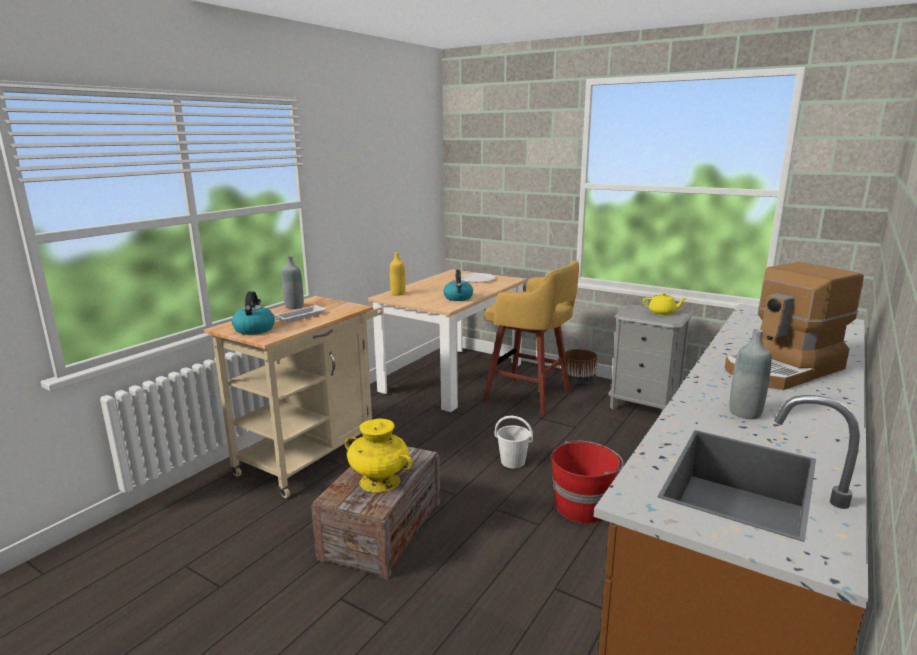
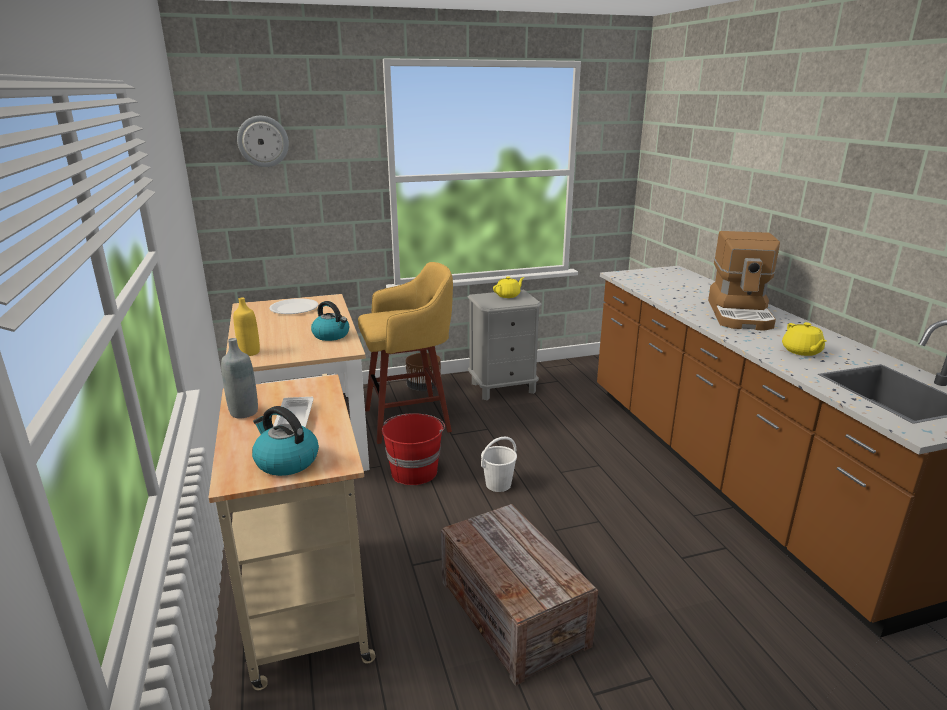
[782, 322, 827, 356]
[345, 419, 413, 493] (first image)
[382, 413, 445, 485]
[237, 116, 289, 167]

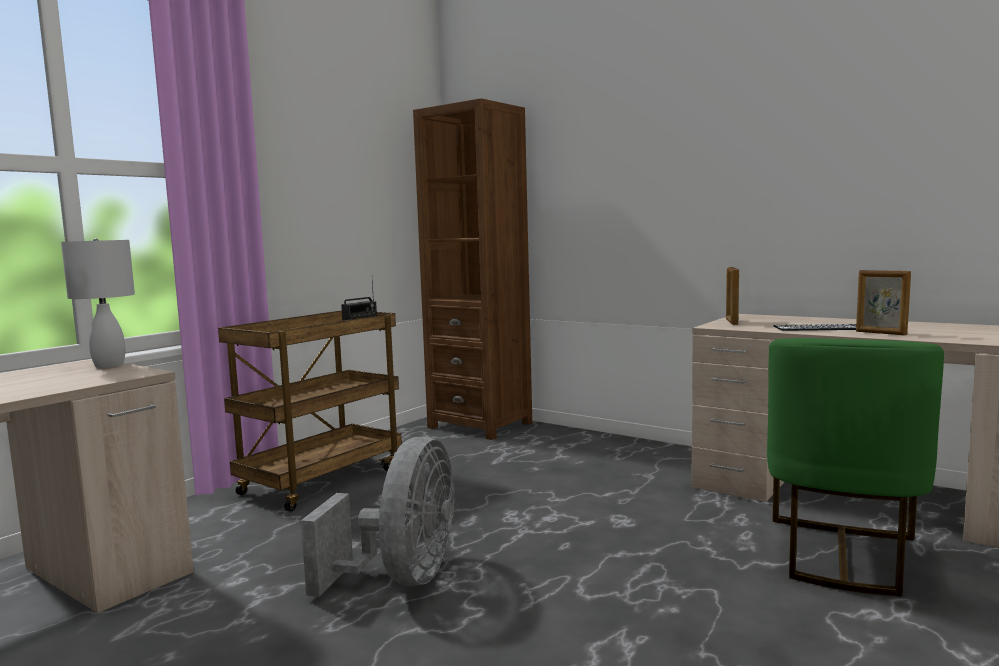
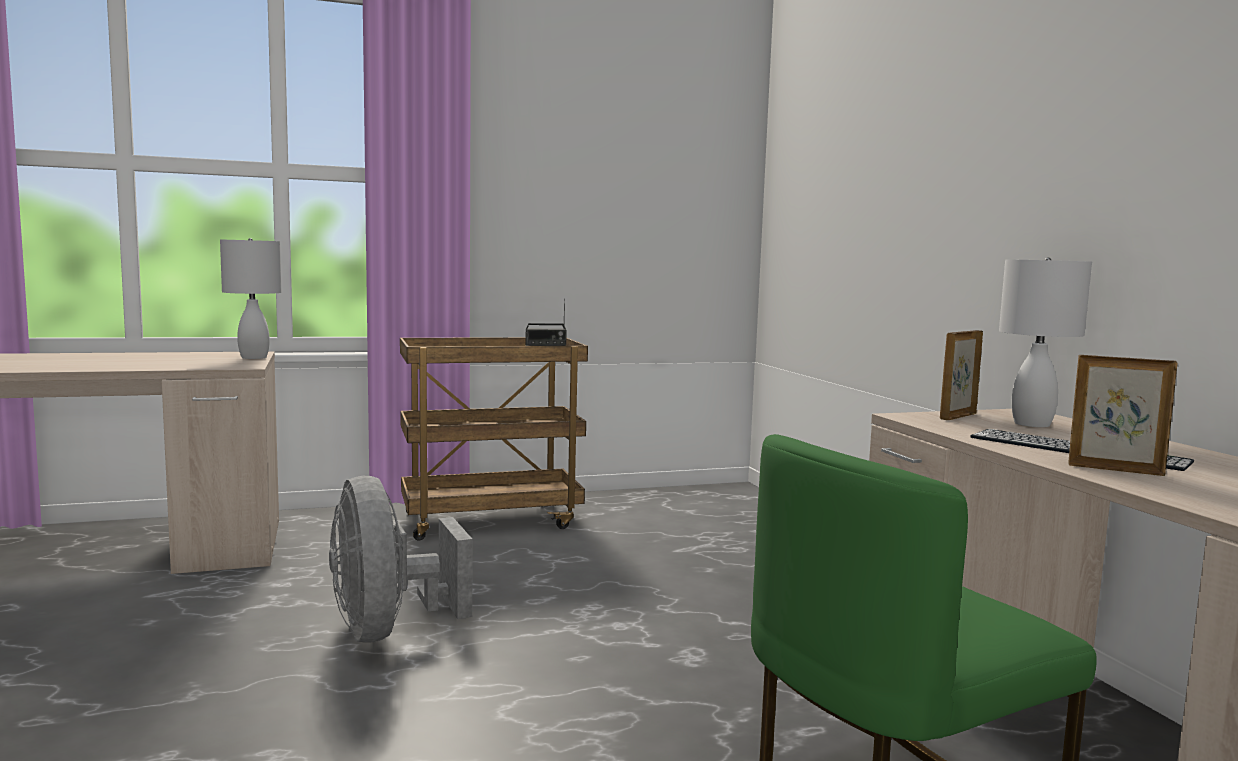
[413, 98, 532, 440] (first image)
[1068, 355, 1177, 476]
[329, 476, 473, 643]
[999, 258, 1092, 427]

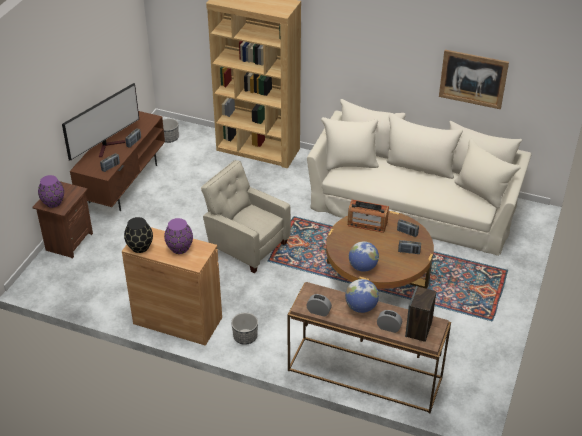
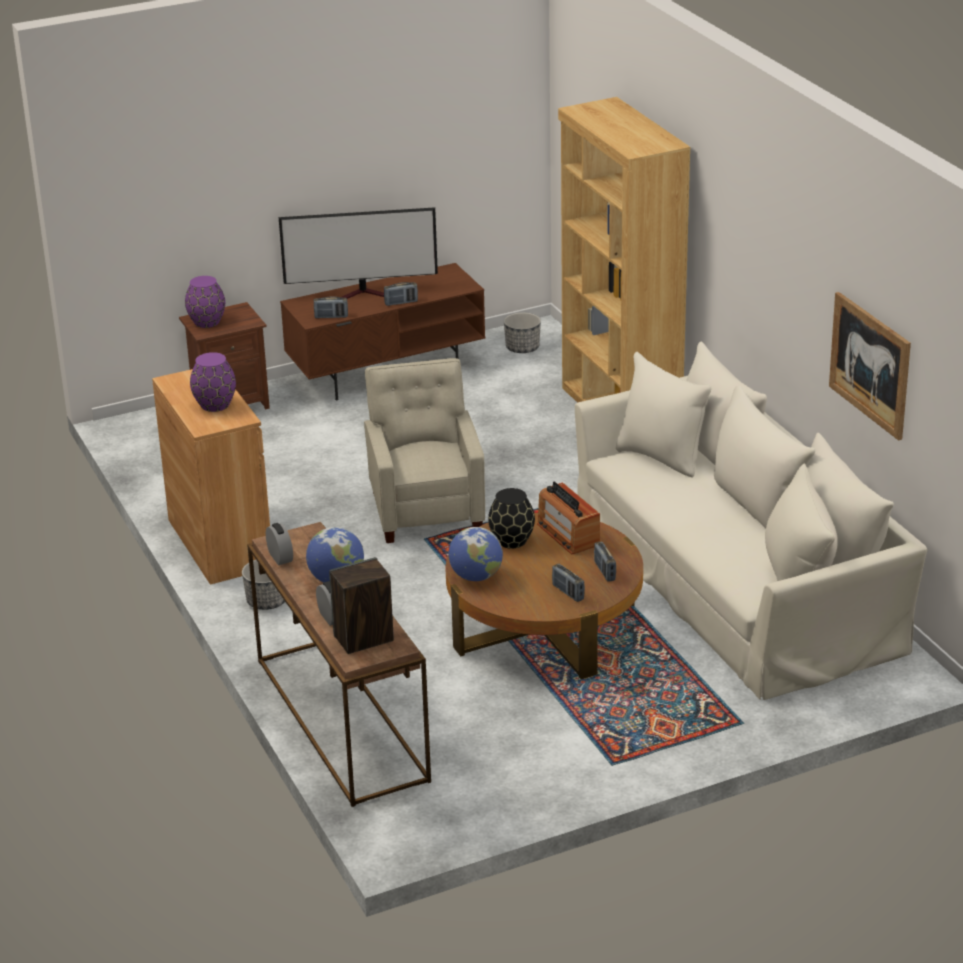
[488, 488, 535, 549]

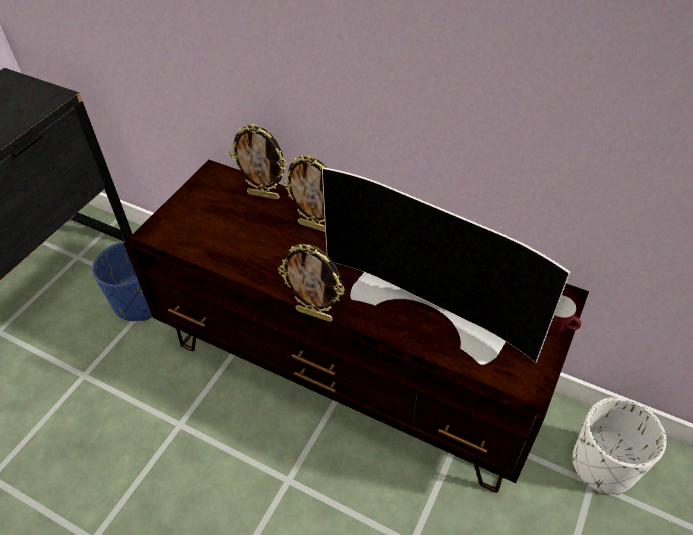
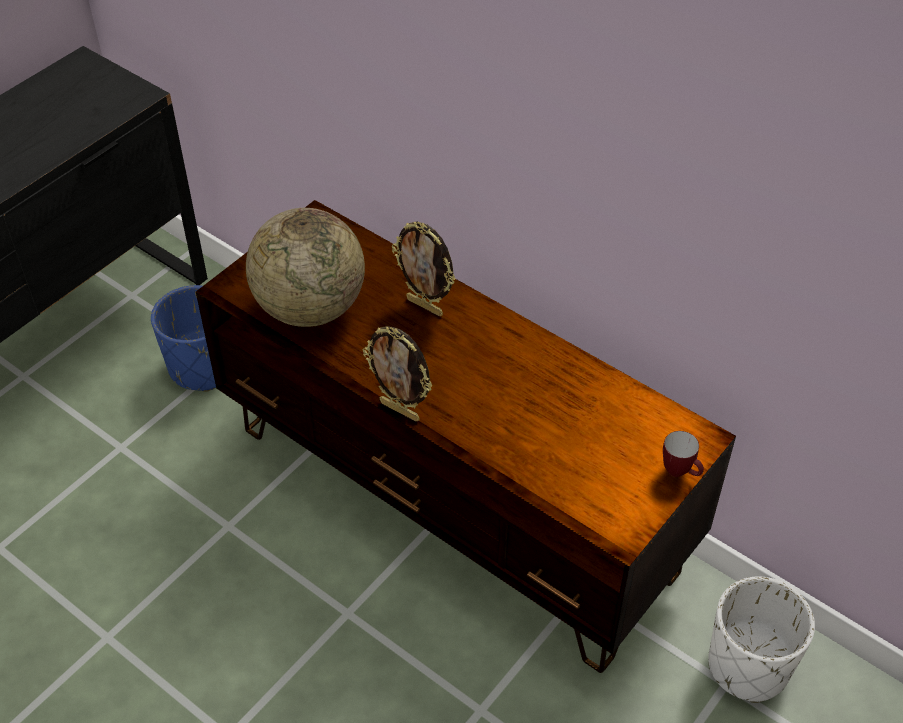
[229, 124, 287, 200] (first image)
[322, 167, 570, 365] (first image)
[246, 208, 365, 327]

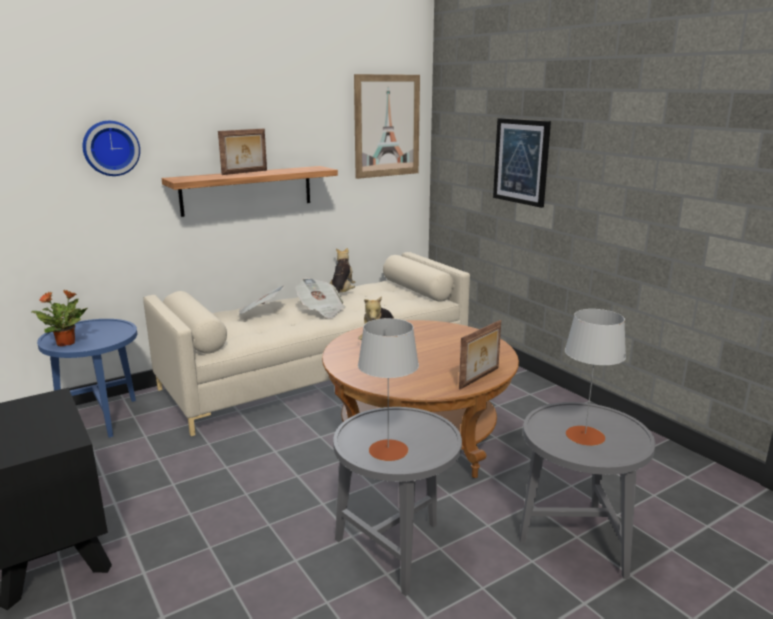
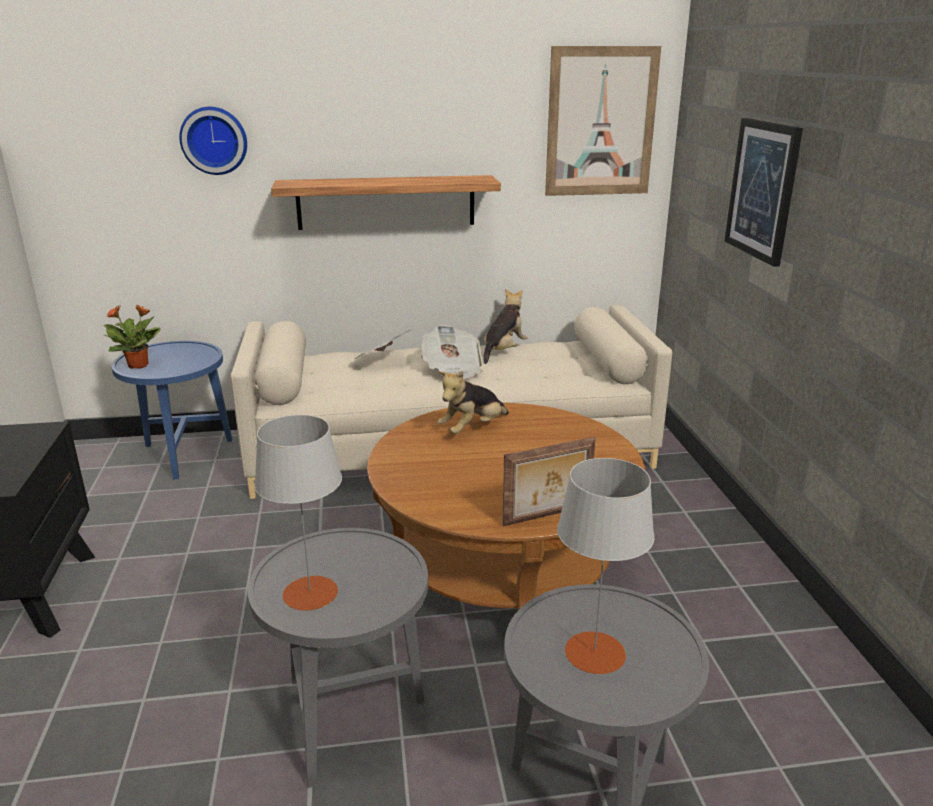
[218, 129, 267, 175] (first image)

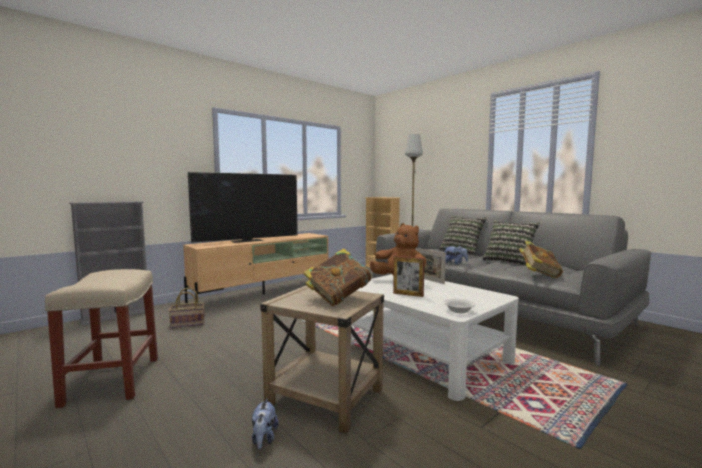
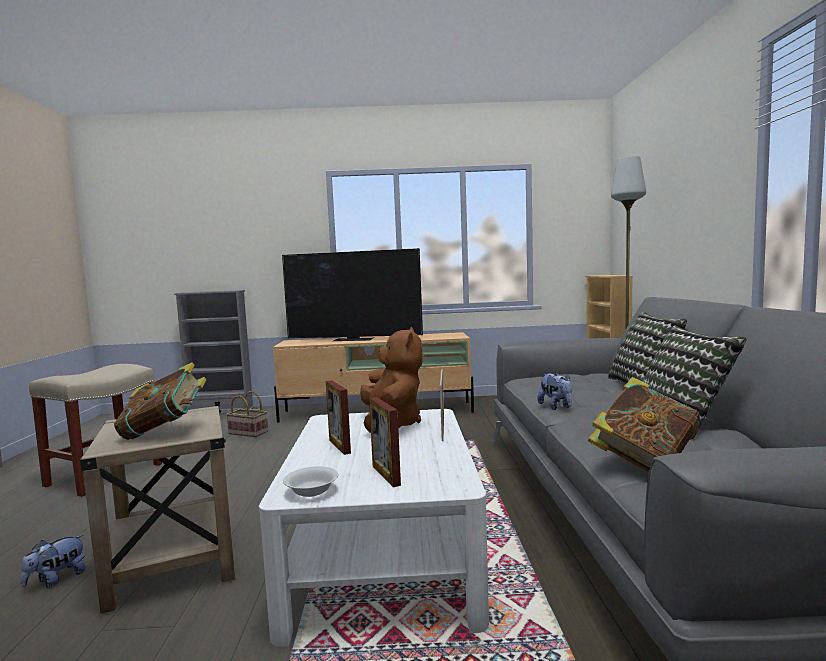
[369, 397, 401, 487]

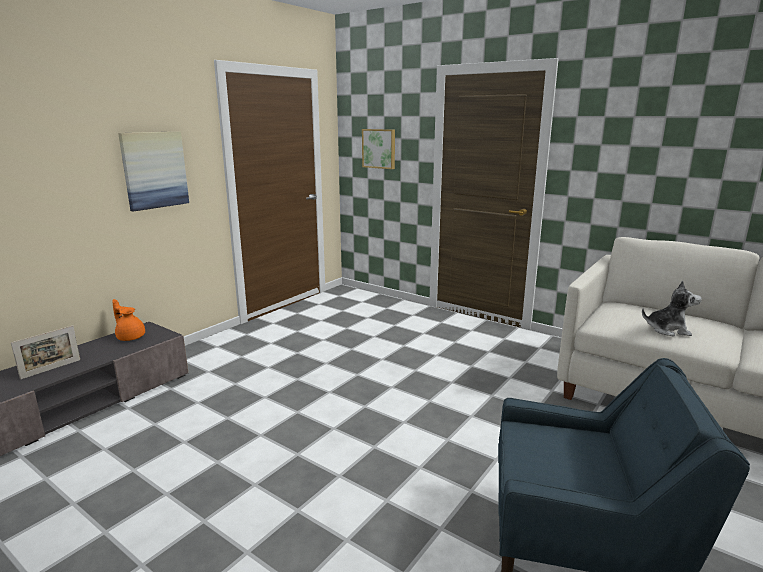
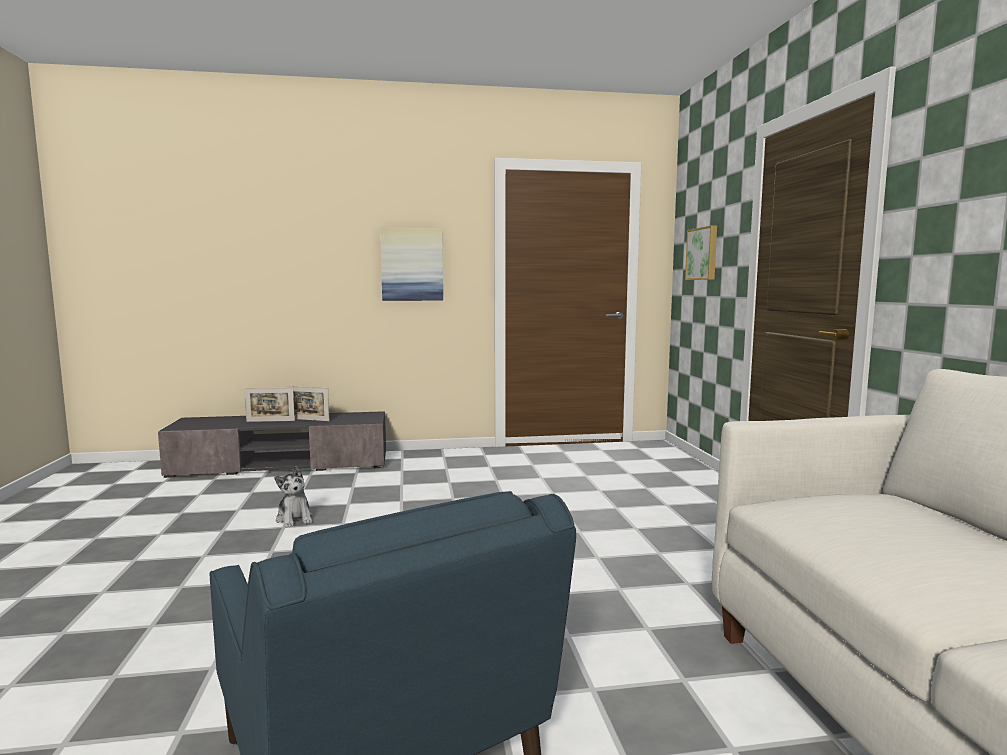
[274, 466, 313, 528]
[112, 299, 145, 341] (first image)
[286, 386, 330, 421]

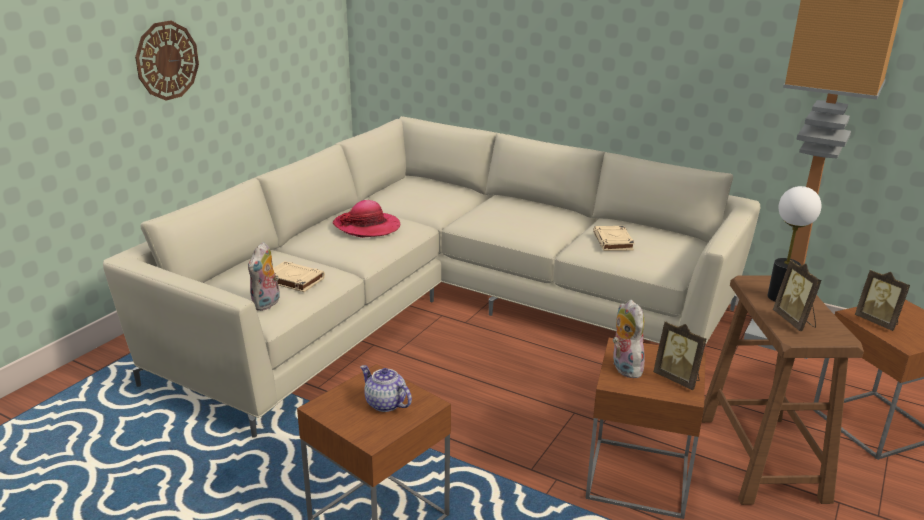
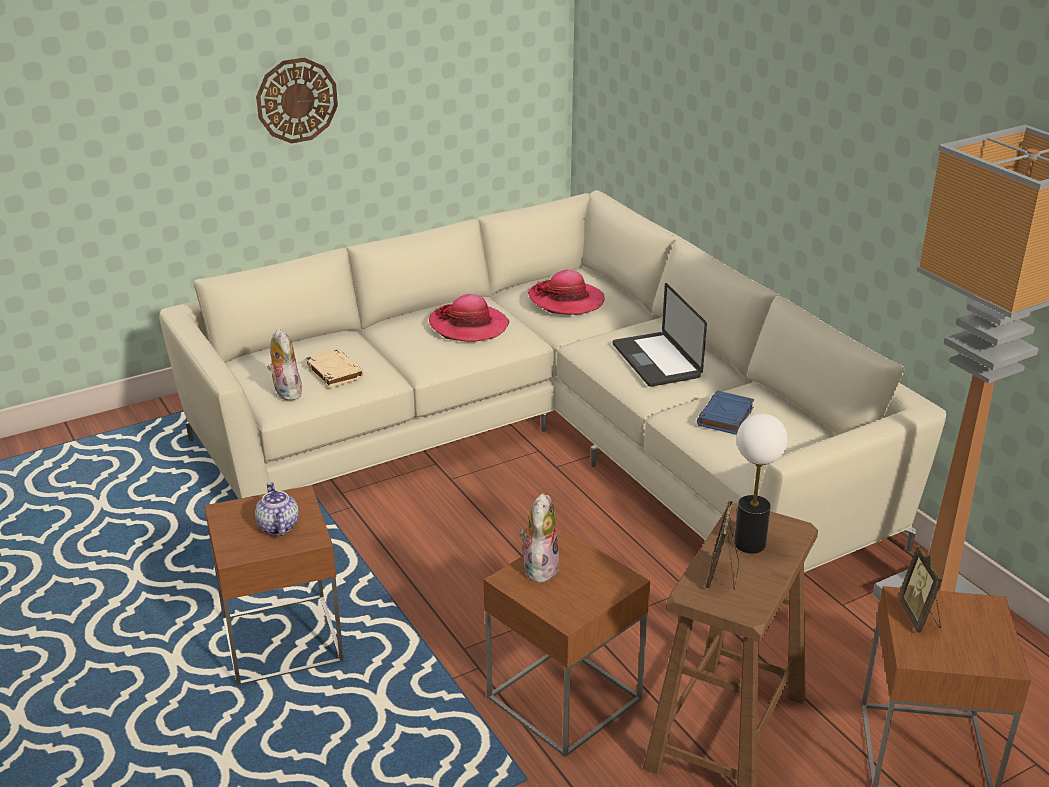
[697, 391, 754, 435]
[267, 329, 302, 400]
[653, 321, 707, 390] (first image)
[528, 270, 605, 315]
[613, 283, 707, 387]

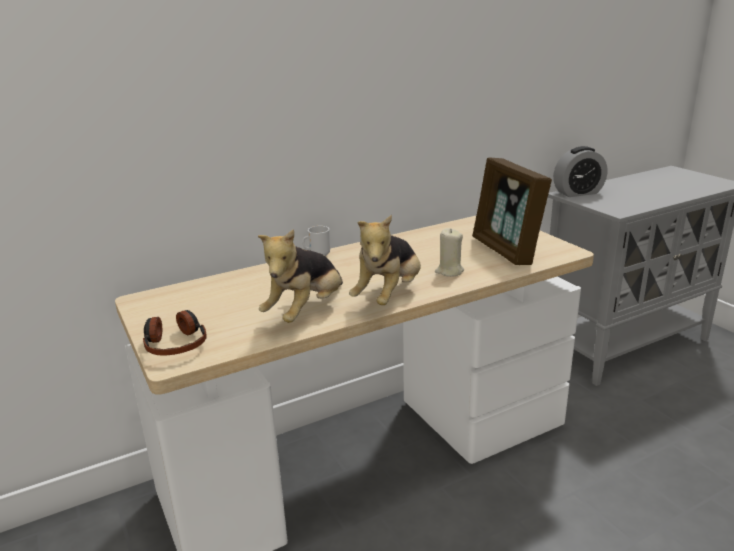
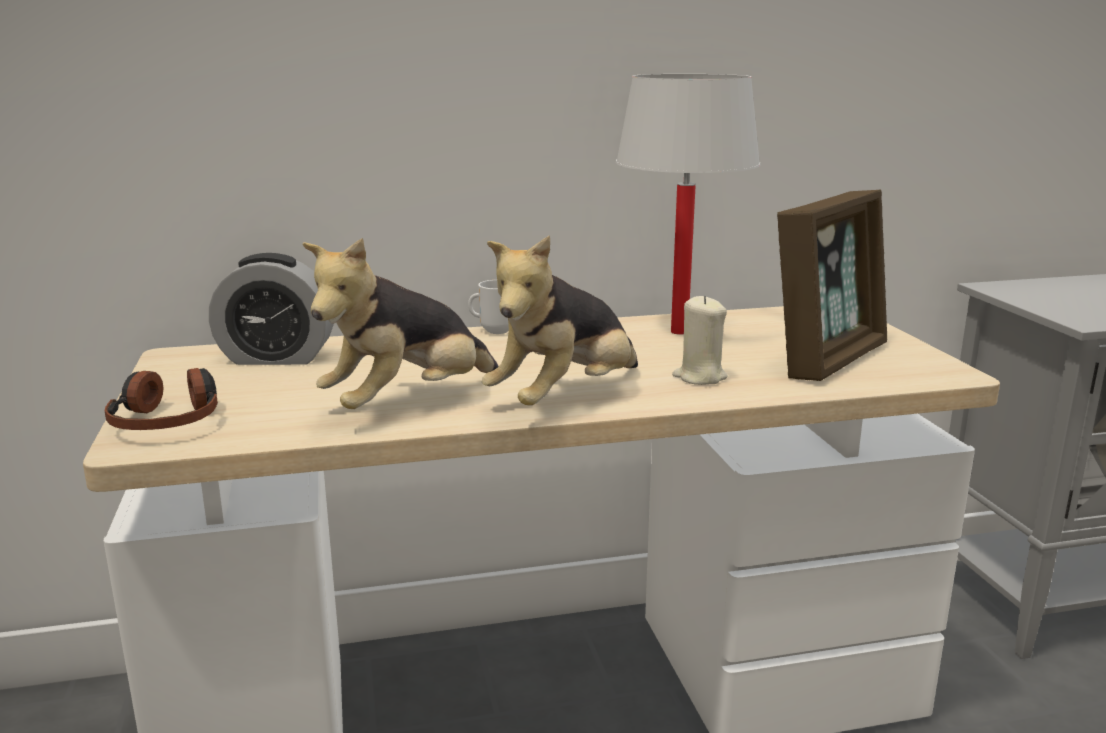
[209, 253, 334, 365]
[777, 190, 887, 381]
[616, 74, 761, 335]

